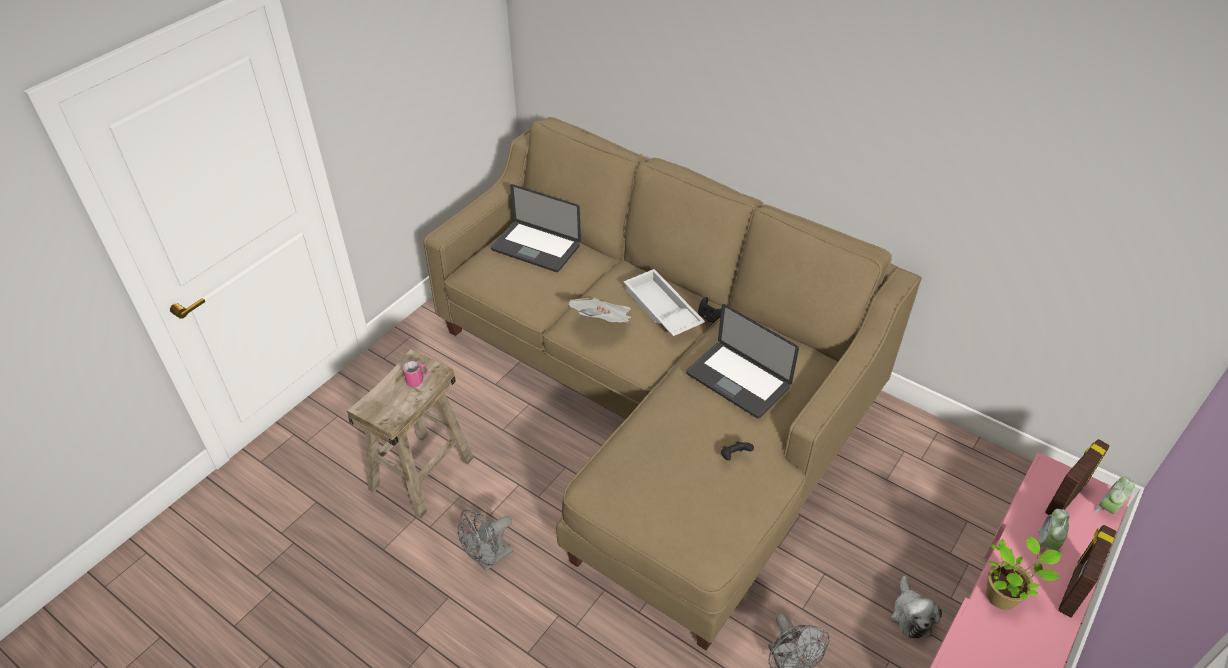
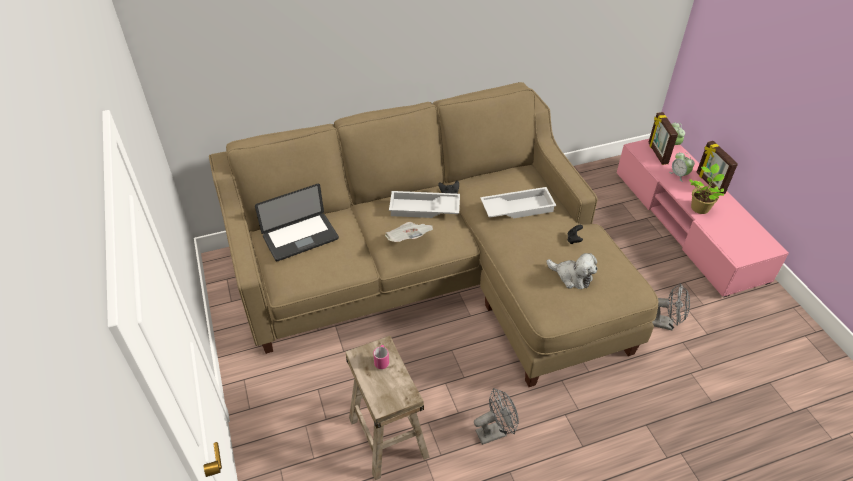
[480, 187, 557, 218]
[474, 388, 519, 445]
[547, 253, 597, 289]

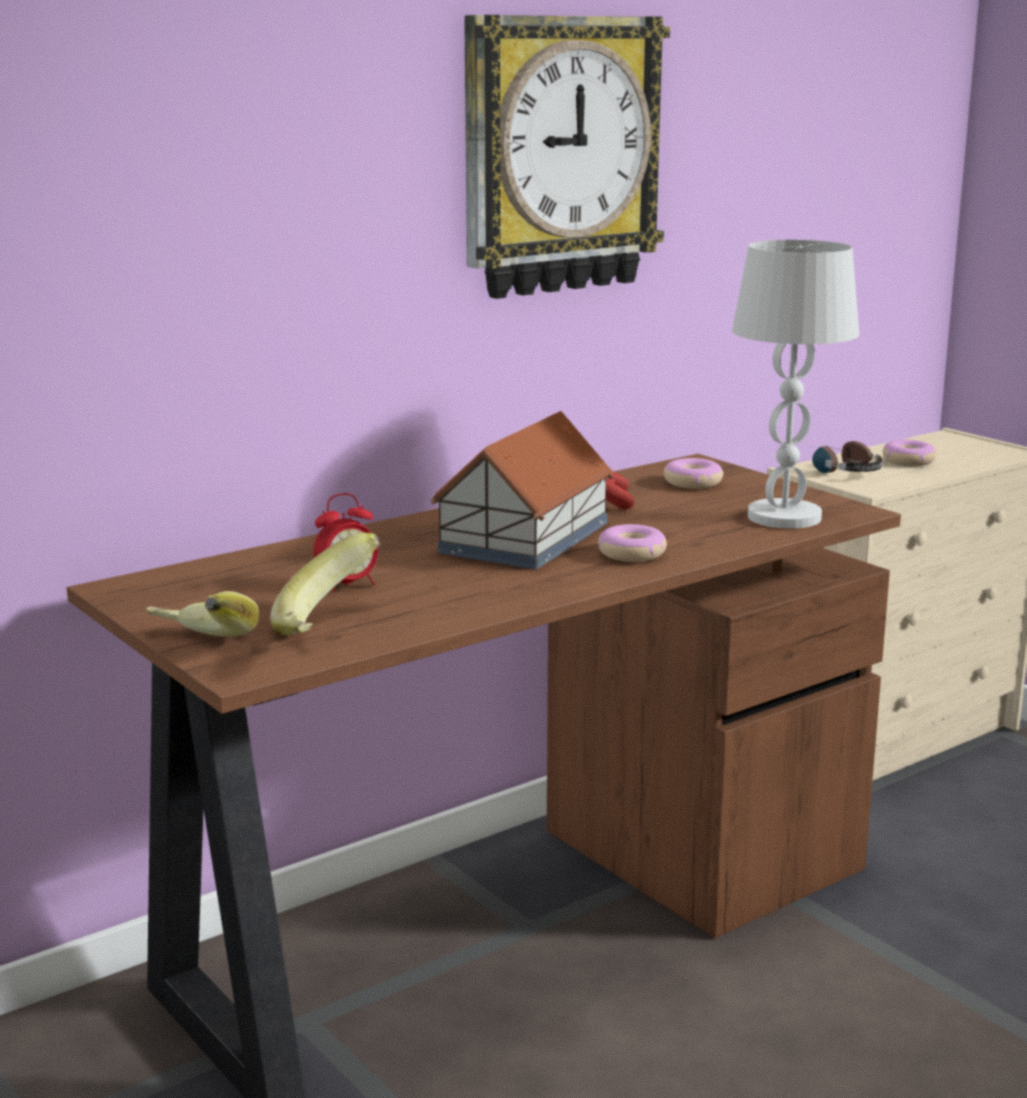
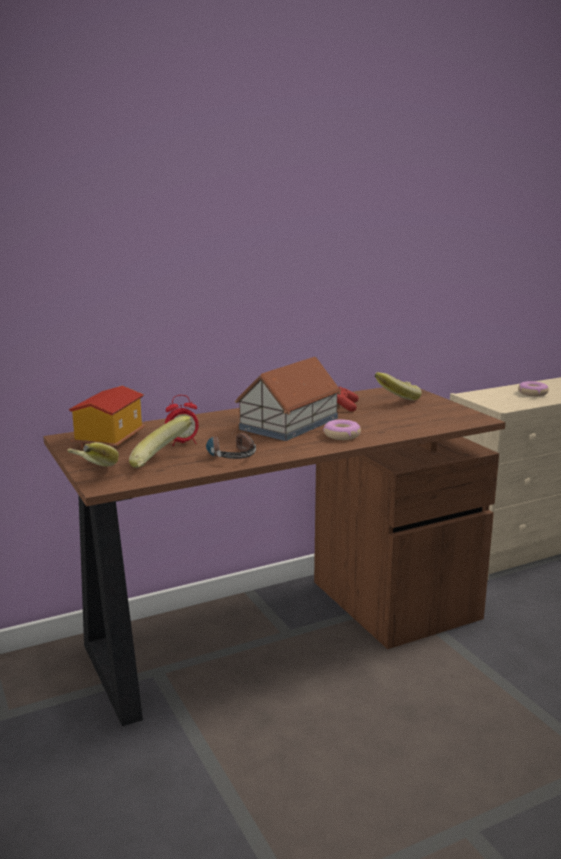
[464, 15, 670, 299] (first image)
[732, 240, 859, 529] (first image)
[206, 433, 256, 459]
[375, 372, 422, 400]
[69, 386, 145, 448]

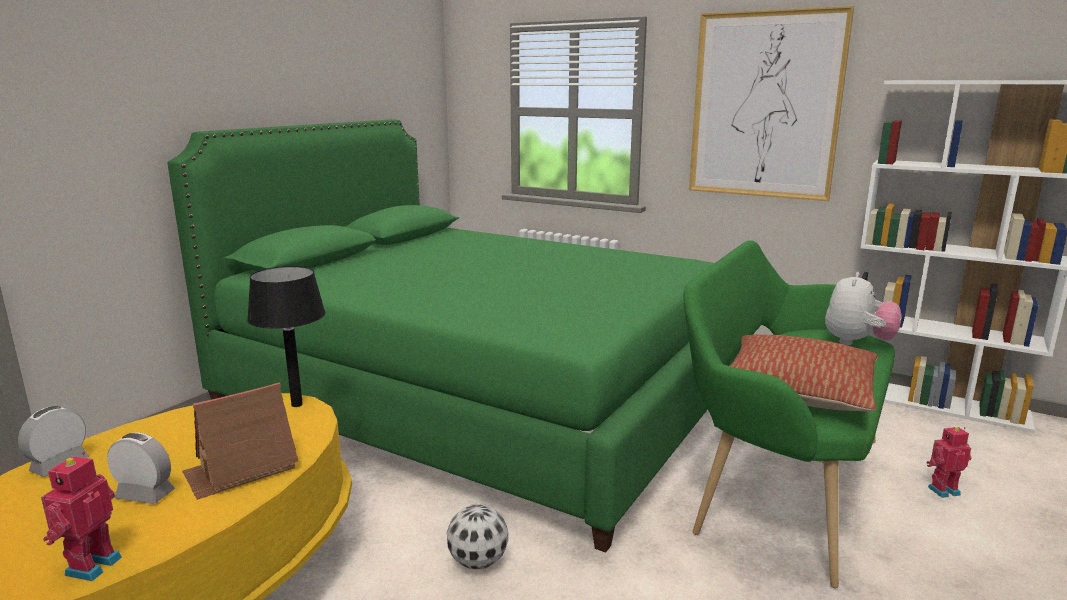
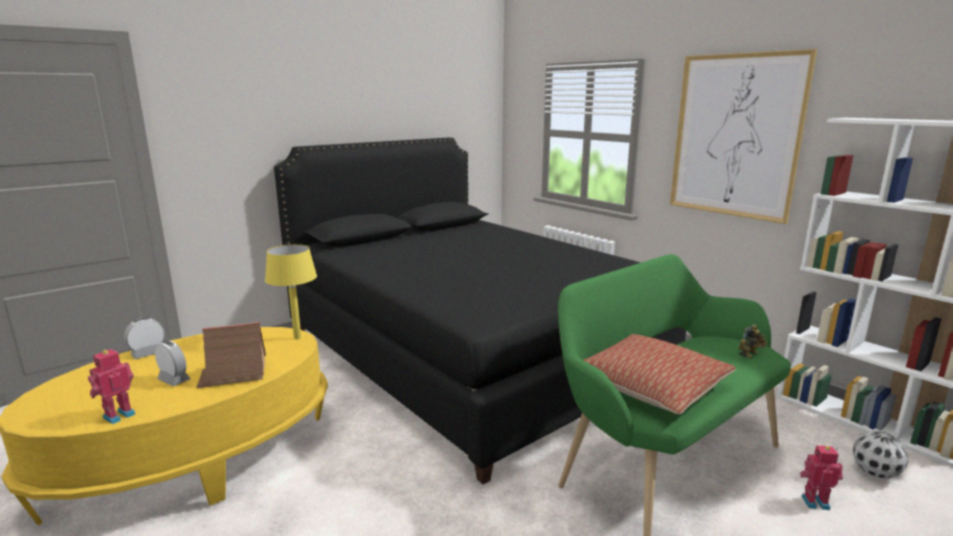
[274, 138, 686, 484]
[265, 244, 317, 340]
[739, 324, 767, 359]
[853, 431, 908, 479]

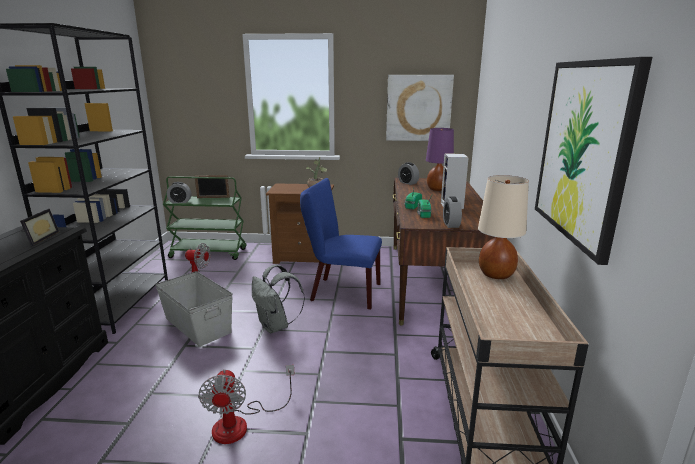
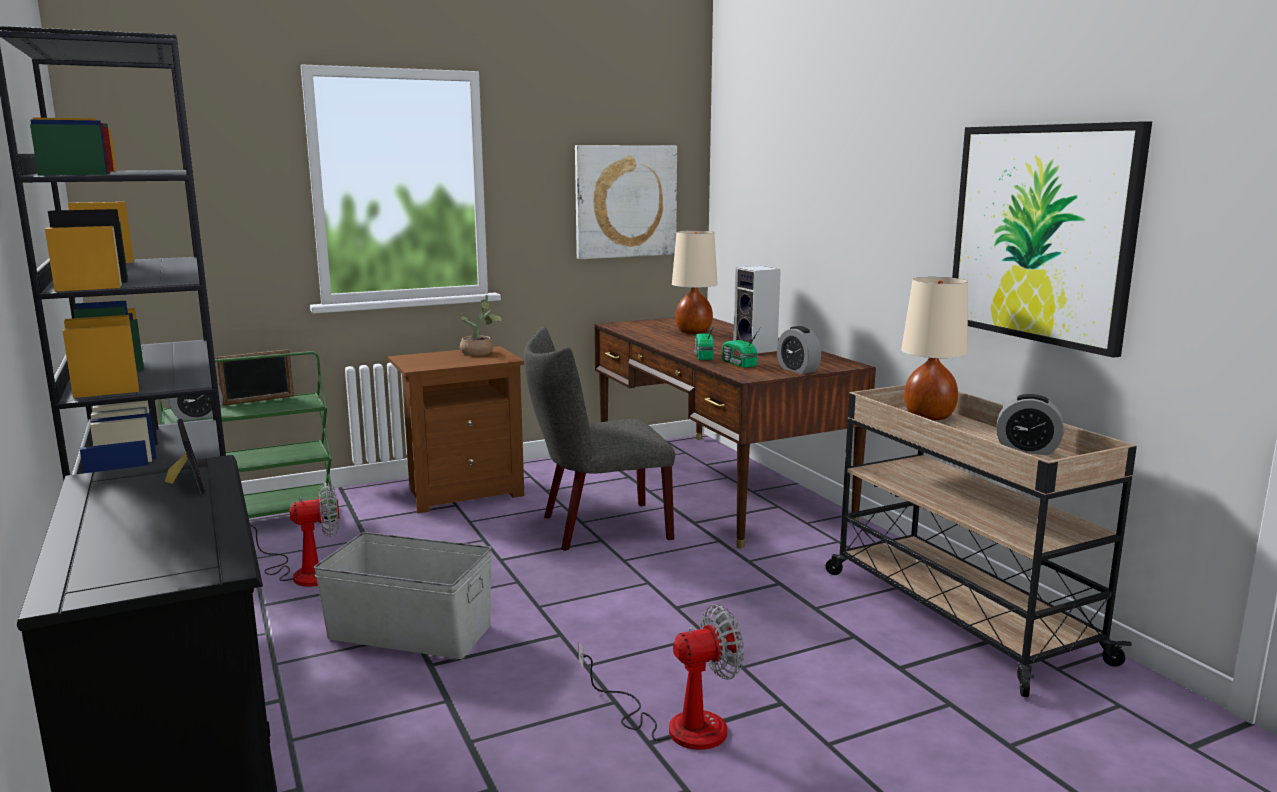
[672, 230, 718, 334]
[997, 394, 1064, 455]
[523, 327, 675, 551]
[252, 264, 305, 333] (first image)
[578, 604, 744, 750]

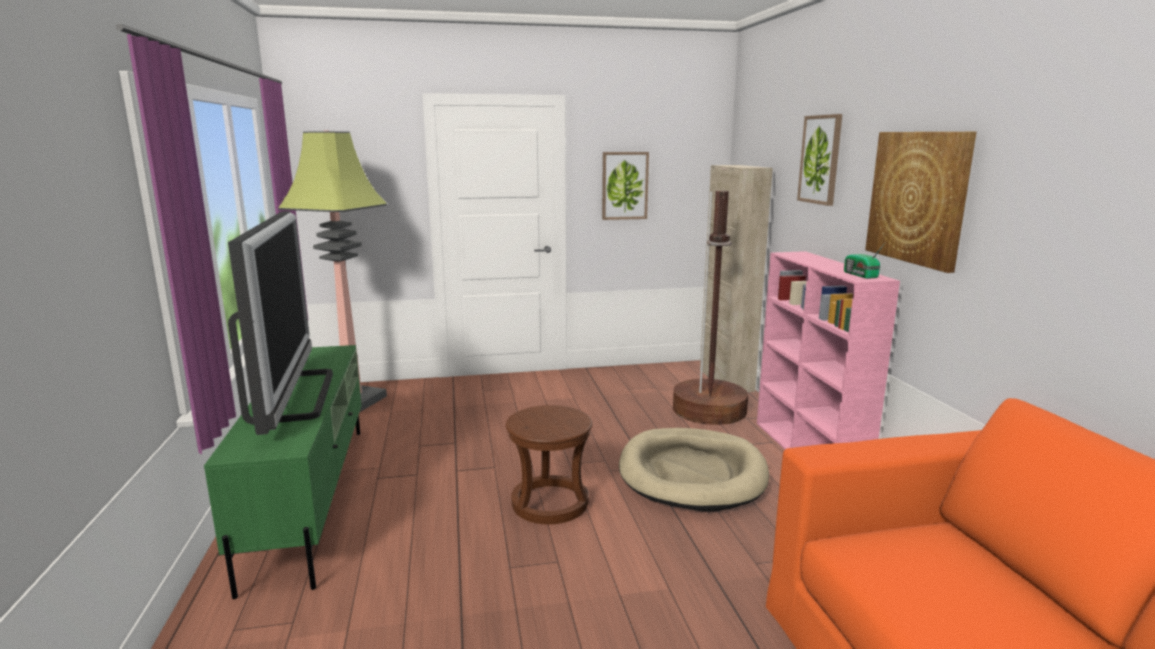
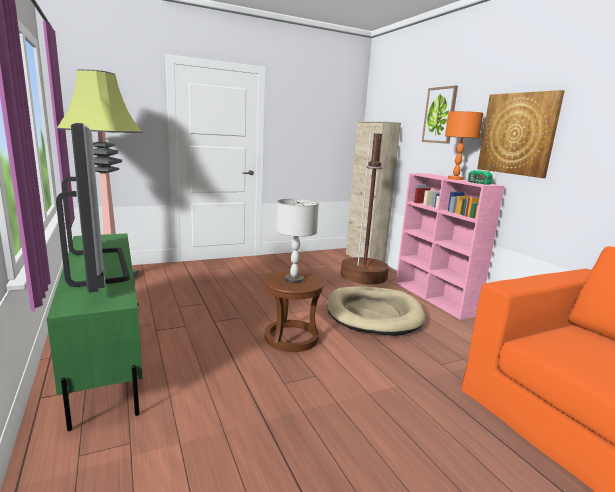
[602, 152, 649, 220] (first image)
[445, 111, 484, 180]
[276, 198, 319, 284]

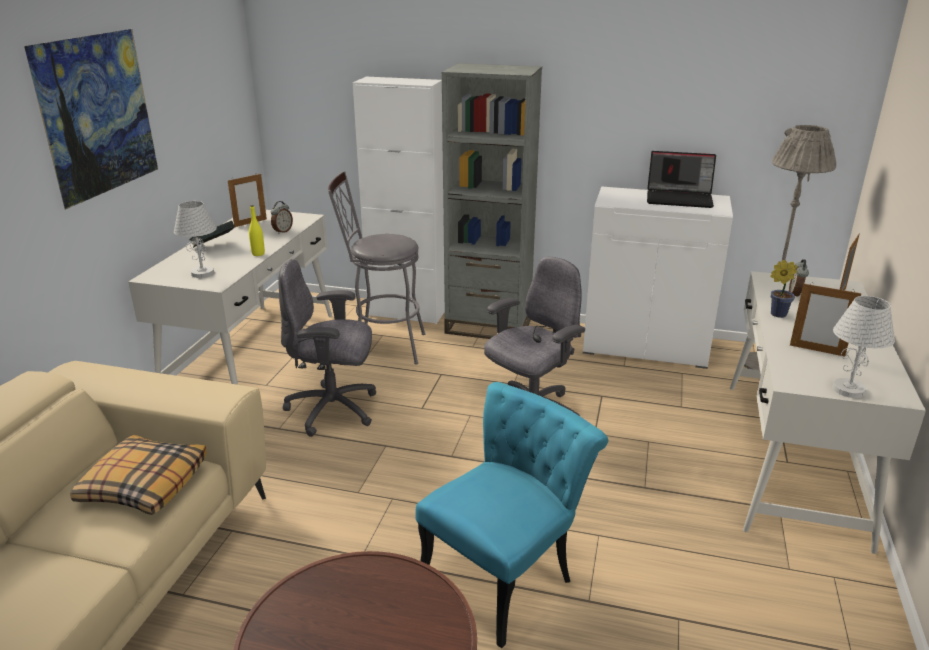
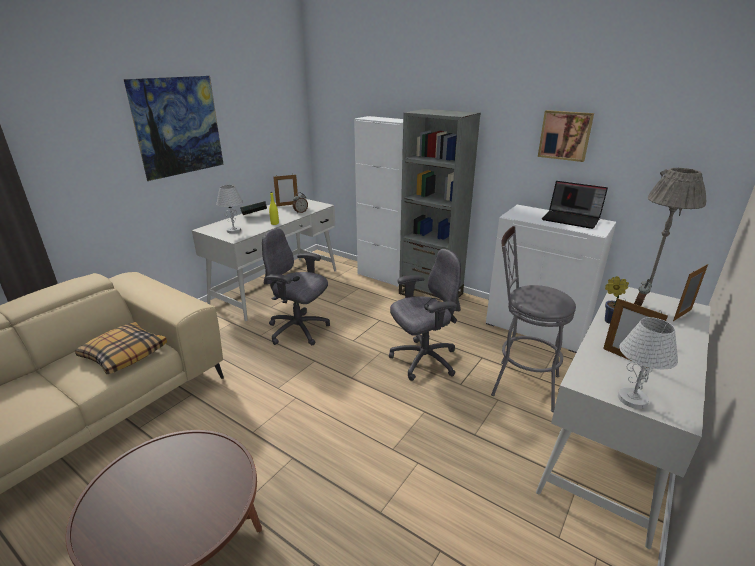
[491, 226, 576, 412]
[415, 382, 609, 648] (first image)
[538, 110, 594, 162]

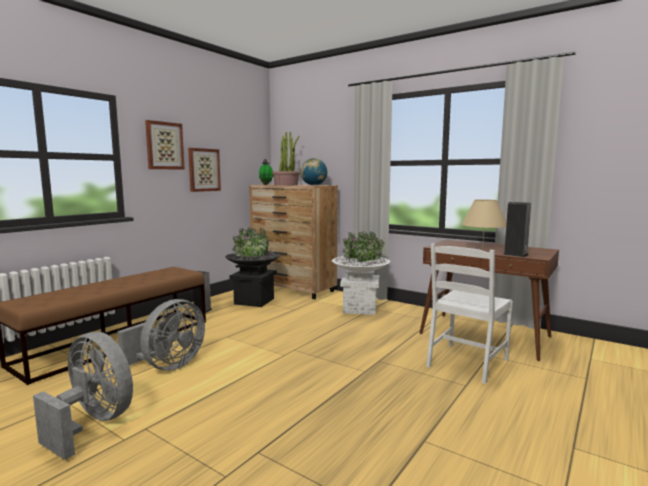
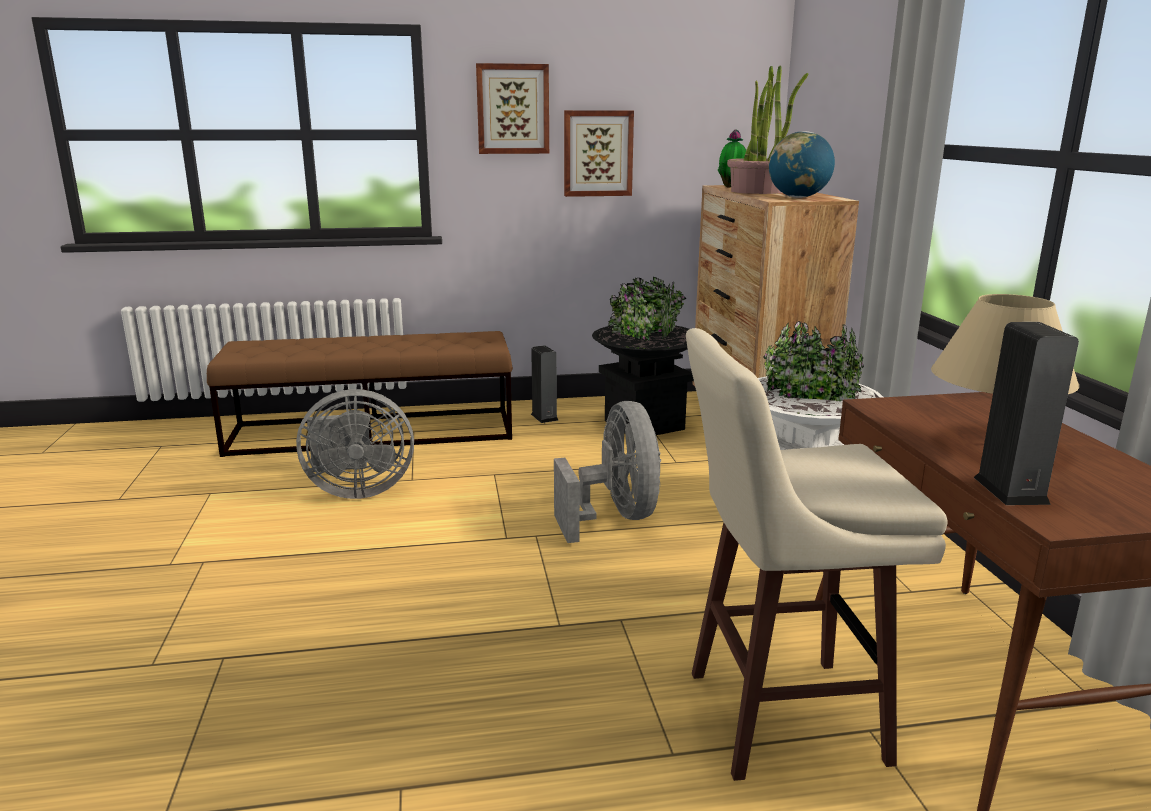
[686, 328, 948, 781]
[554, 401, 661, 543]

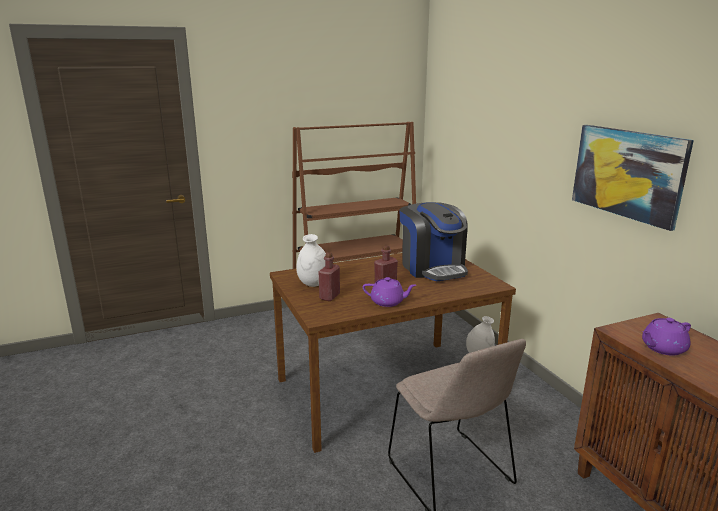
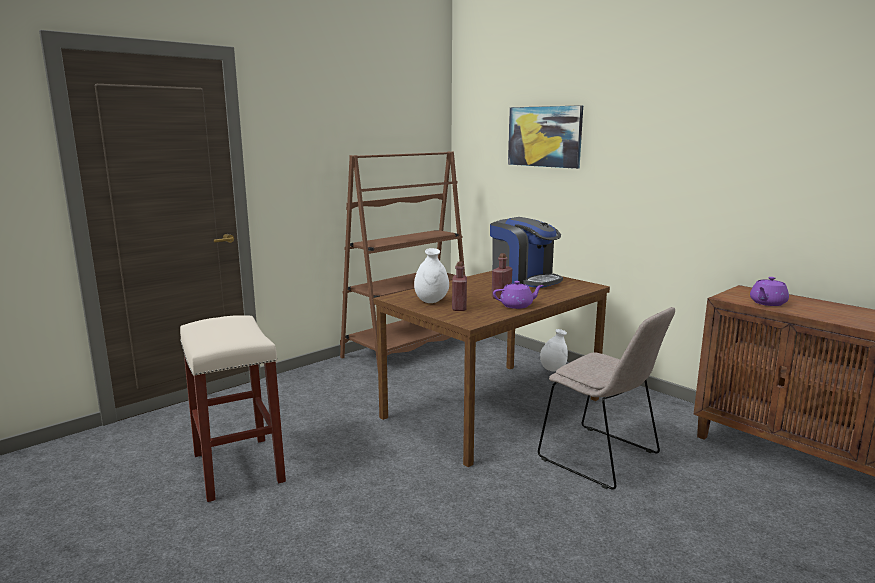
[508, 105, 583, 169]
[180, 315, 286, 502]

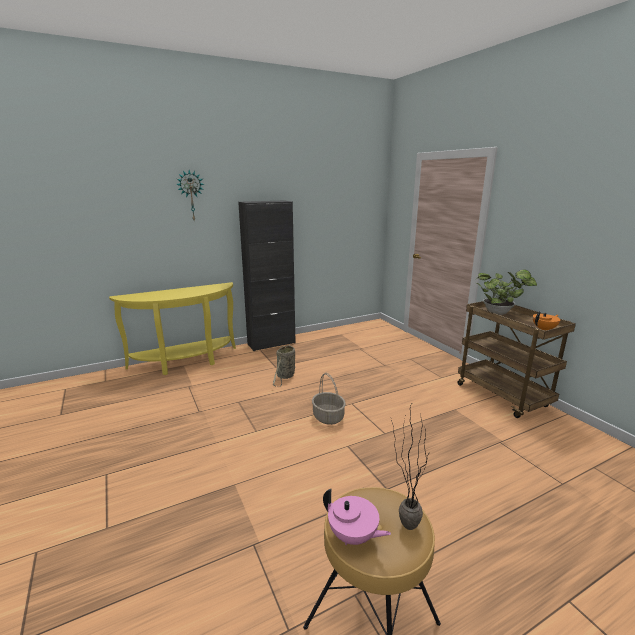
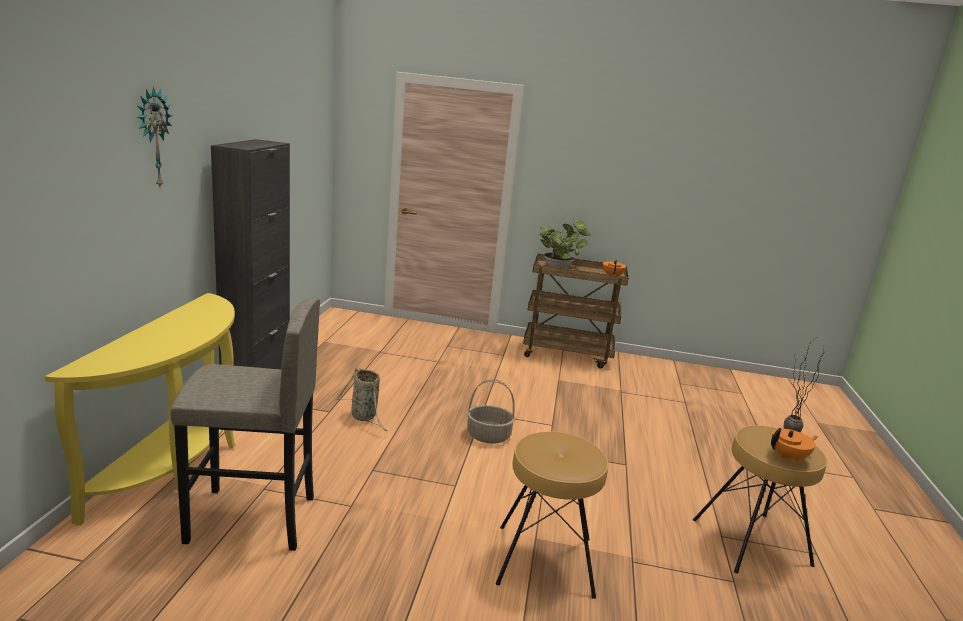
[771, 428, 818, 463]
[170, 297, 320, 551]
[496, 431, 608, 599]

